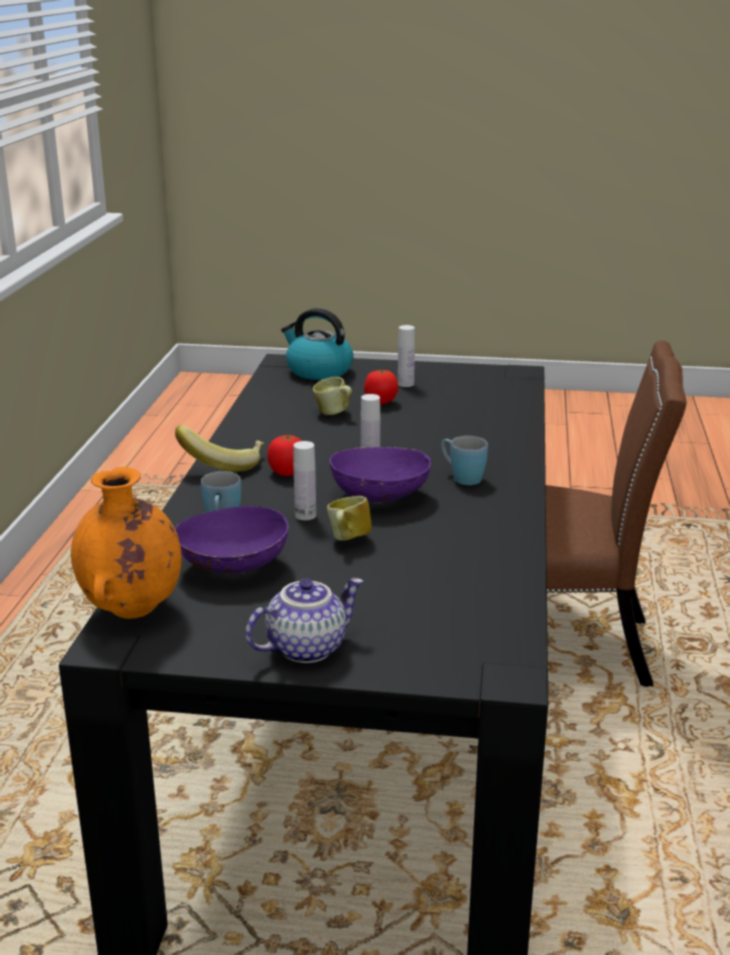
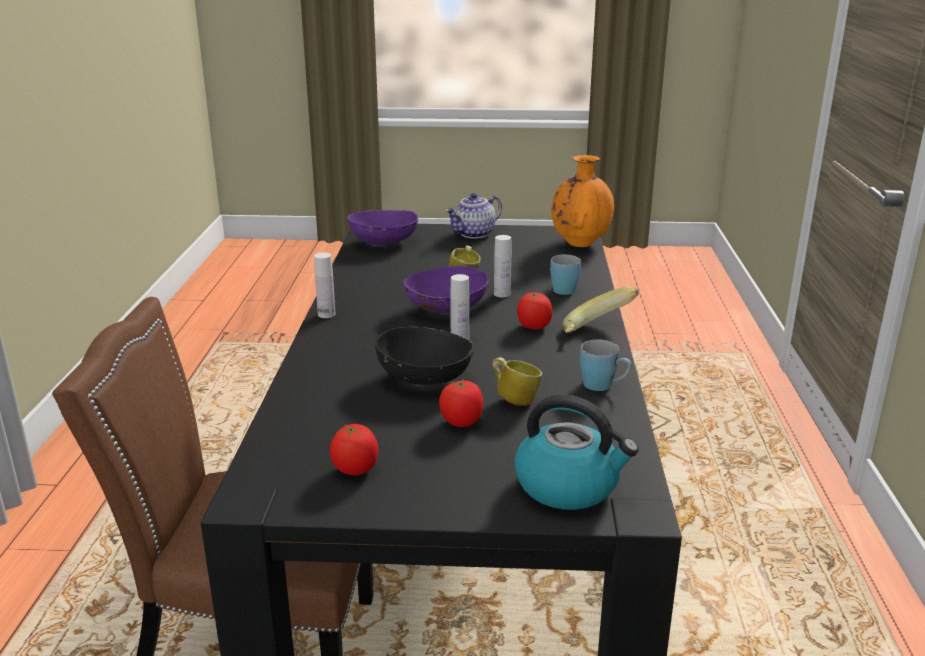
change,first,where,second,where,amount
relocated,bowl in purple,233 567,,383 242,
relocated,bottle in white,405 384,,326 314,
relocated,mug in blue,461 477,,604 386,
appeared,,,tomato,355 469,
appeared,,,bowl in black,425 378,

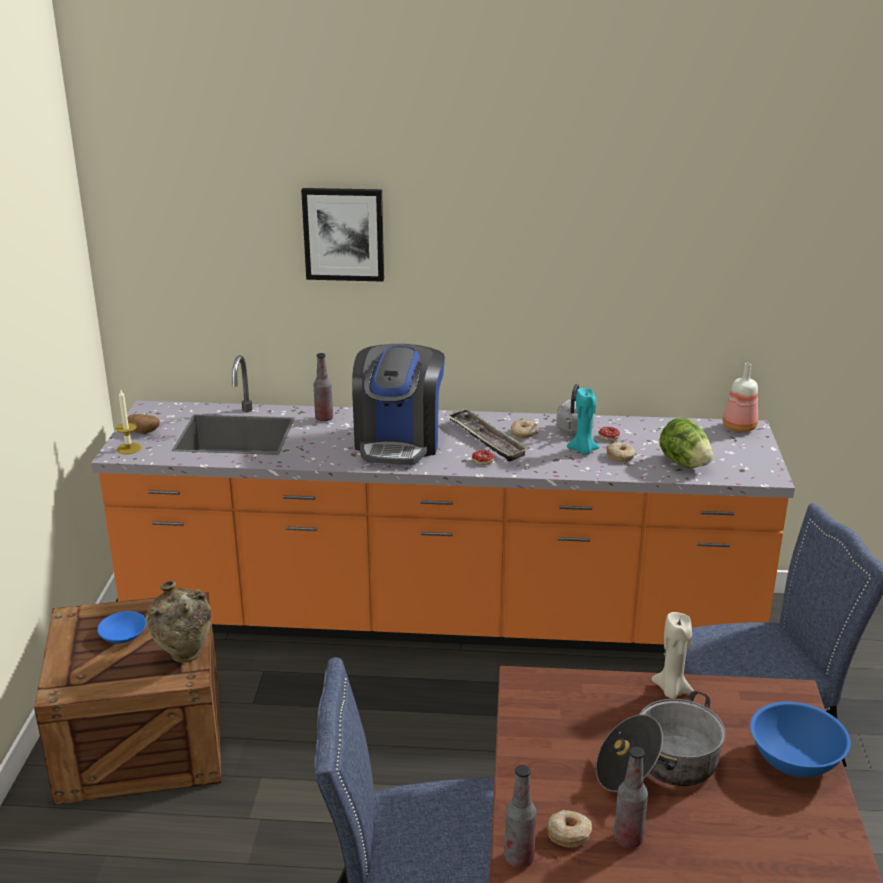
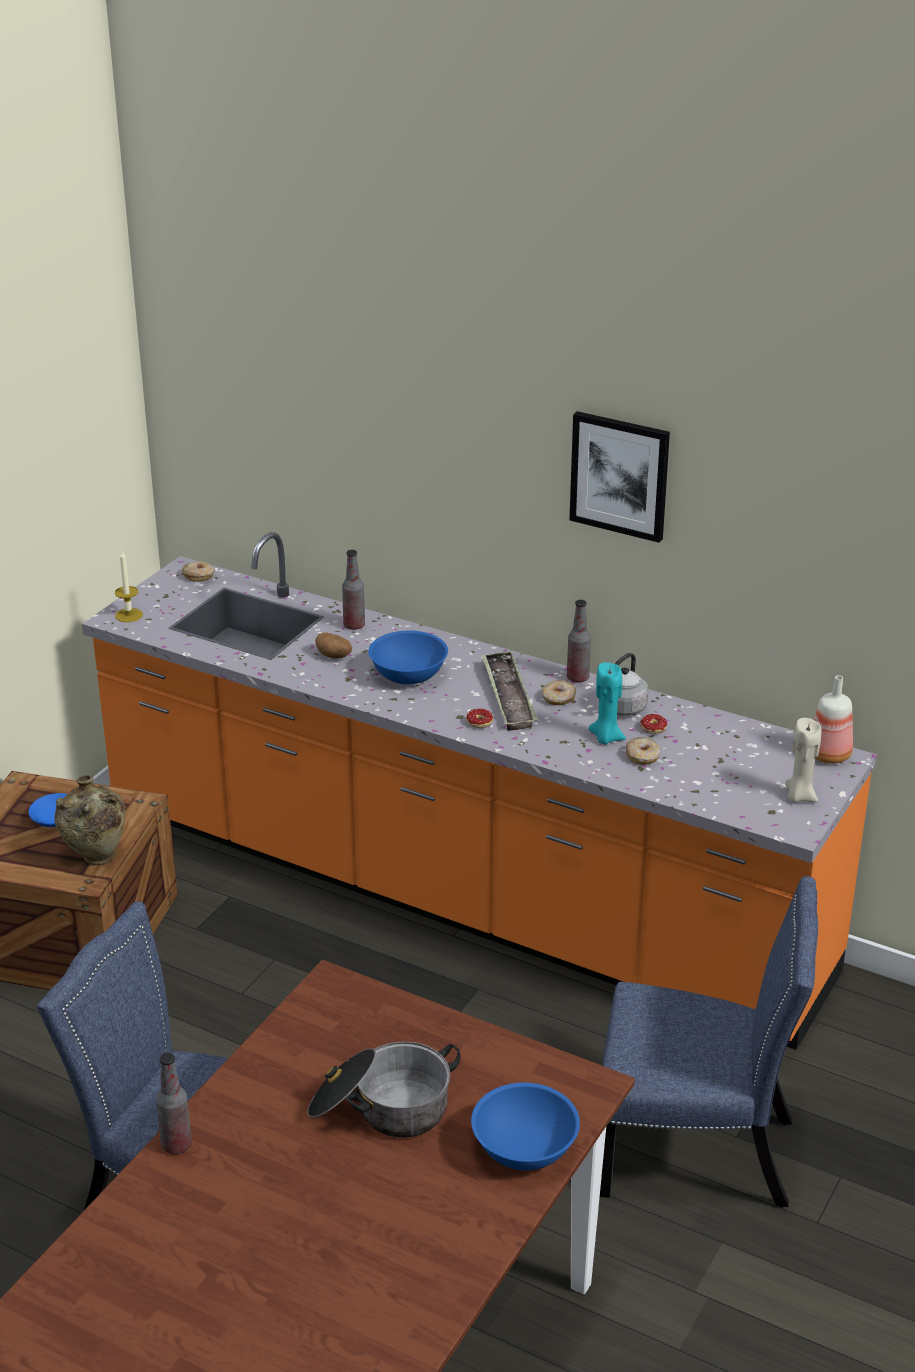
change,first,where,second,where,amount
relocated,potato,144 432,,334 656,
relocated,picture,344 234,,620 475,
exchanged,coffee machine,398 442,bowl in blue,409 675,
relocated,donut,569 834,,199 576,
relocated,bottle,628 839,,577 678,
relocated,candle in beige,671 690,,799 796,
missing,lettuce,684 463,,,

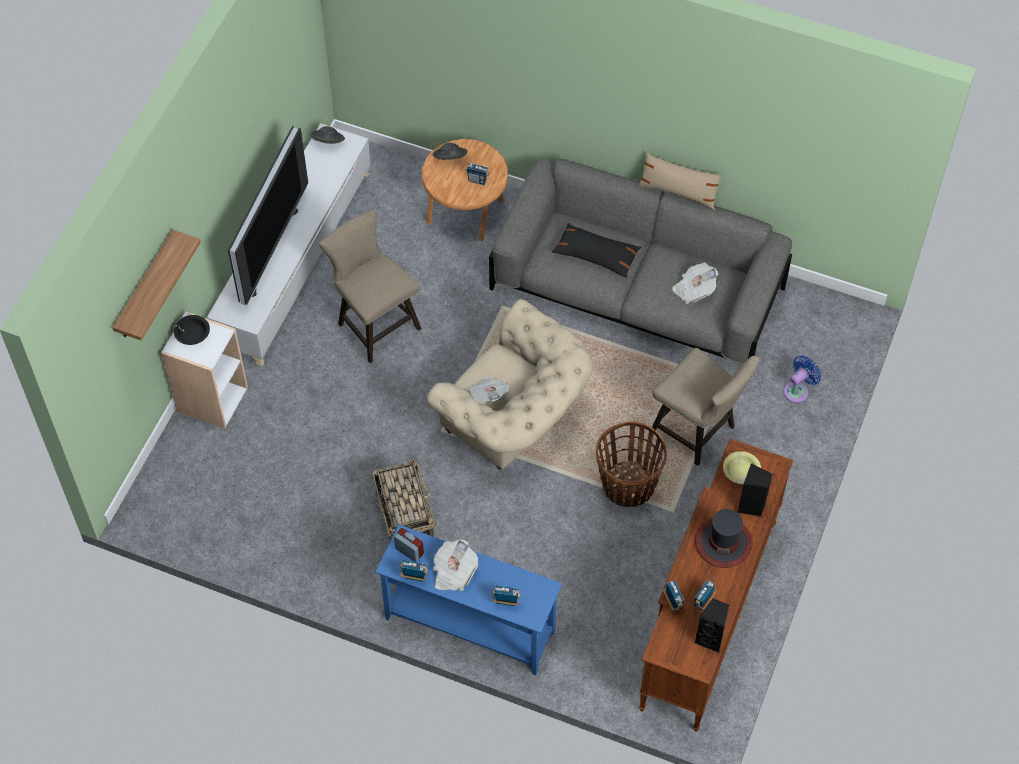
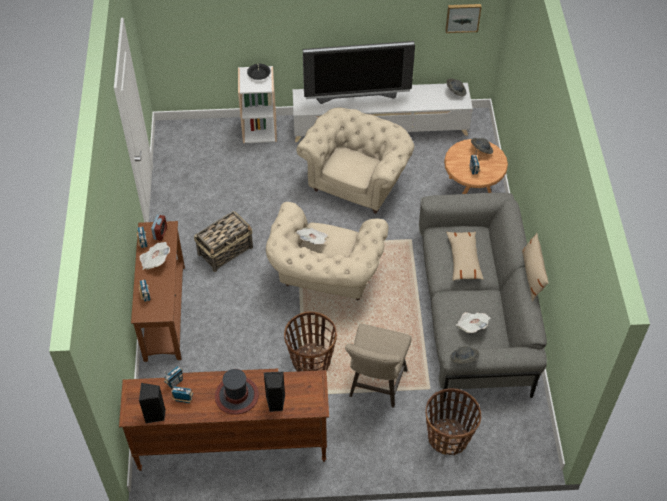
change,first,where,second,where,amount
missing,shelf,145 287,,,
exchanged,stool in beige,374 323,armchair in beige,357 181,
colour,console table in blue,469 625,console table in brown,164 312,
colour,pillow in black,596 255,pillow in beige,464 259,
missing,bowl in yellow,741 471,,,
exchanged,fan in blue,798 390,basket,448 437,
appeared,,,picture,463 17,
appeared,,,hat in grey,463 359,

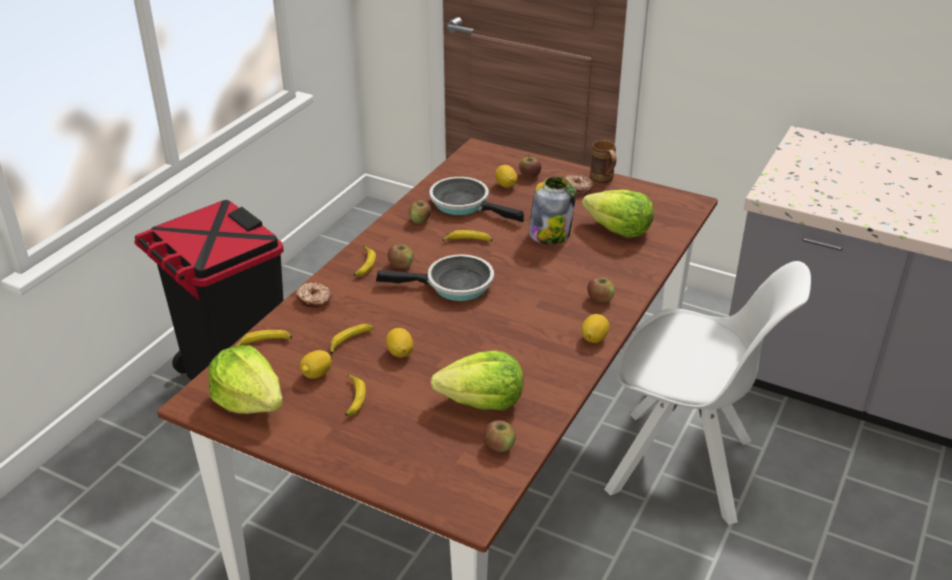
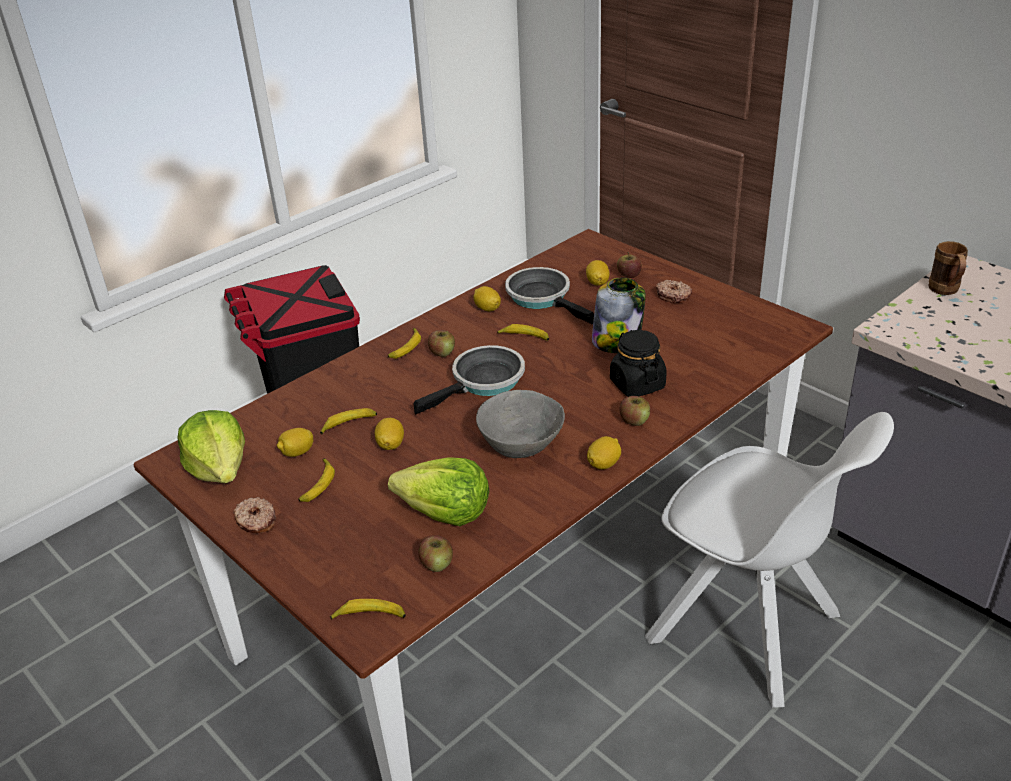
change,first,where,second,where,amount
relocated,banana,264 343,,370 616,
relocated,donut,314 300,,256 521,
spun,frying pan,453 285,,484 382,60 degrees counterclockwise
exchanged,apple,420 220,lemon,487 309,
missing,lettuce,618 230,,,
relocated,mug in brown,603 180,,945 291,
appeared,,,bowl in grey,521 446,
appeared,,,jar in black,637 384,

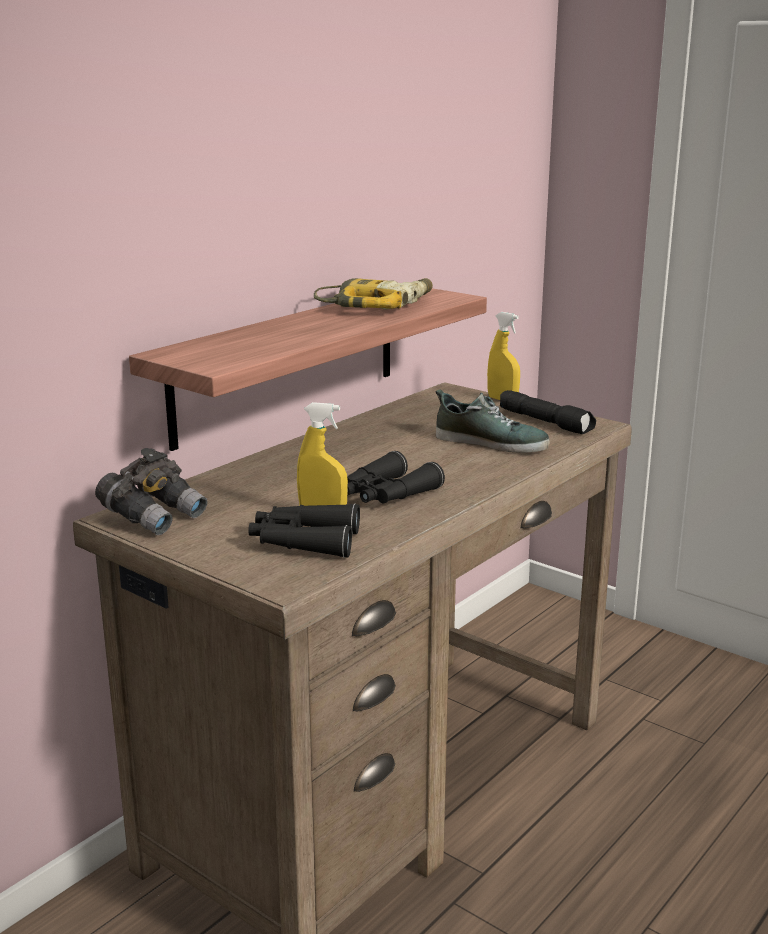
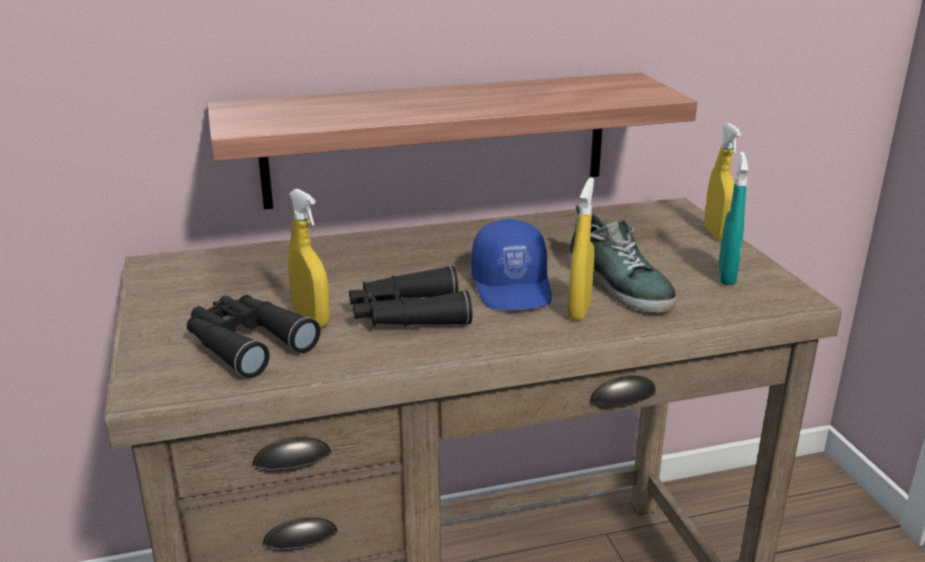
change,first,where,second,where,amount
missing,binoculars in grey,154 517,,,
missing,power drill,377 305,,,
exchanged,flashlight in black,546 422,spray bottle in turquoise,726 276,
appeared,,,cap in blue,513 287,
appeared,,,spray bottle in yellow,579 310,

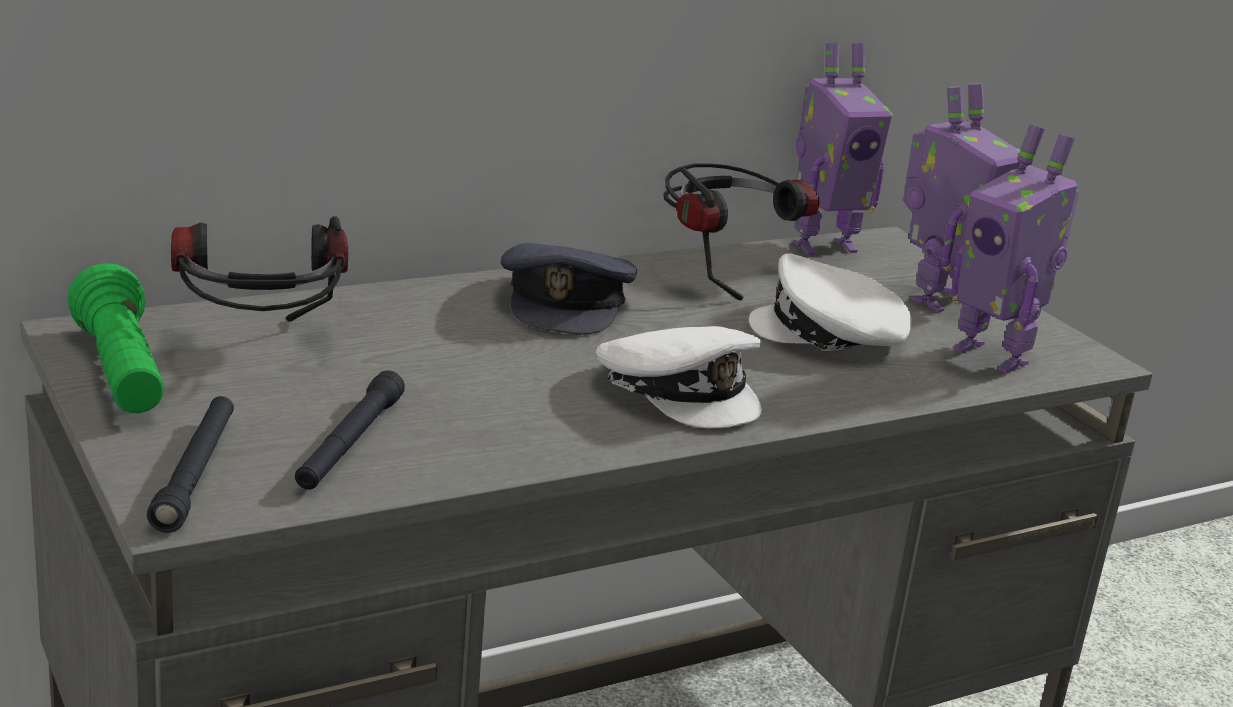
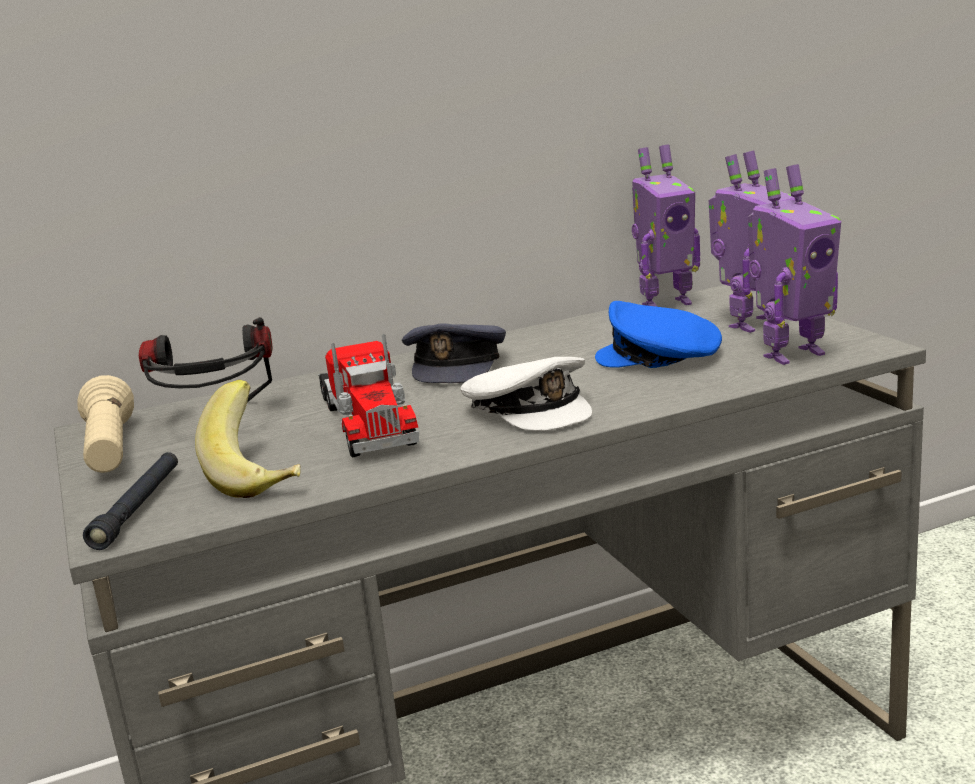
change,first,where,second,where,amount
colour,flashlight in green,121 374,flashlight in beige,110 451,
exchanged,flashlight in black,349 444,banana,262 475,
missing,headphones,721 272,,,
colour,cap in white,831 335,cap in blue,660 358,
spun,toy robot,993 356,,791 354,75 degrees counterclockwise
appeared,,,toy truck,366 421,

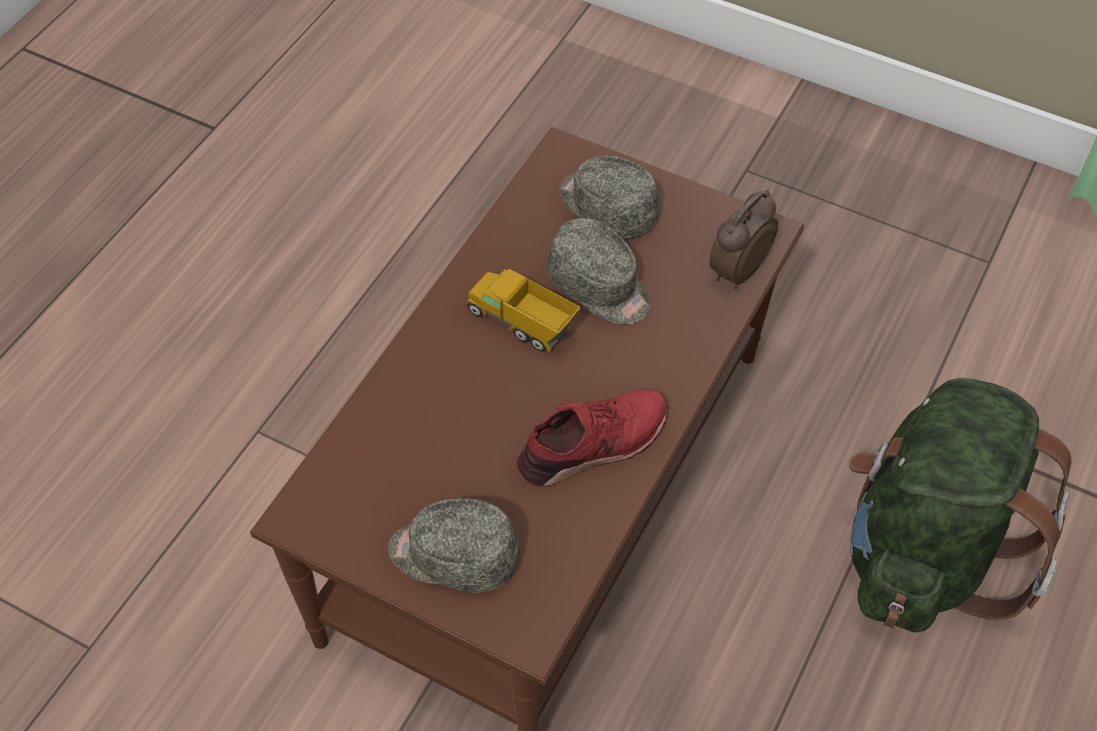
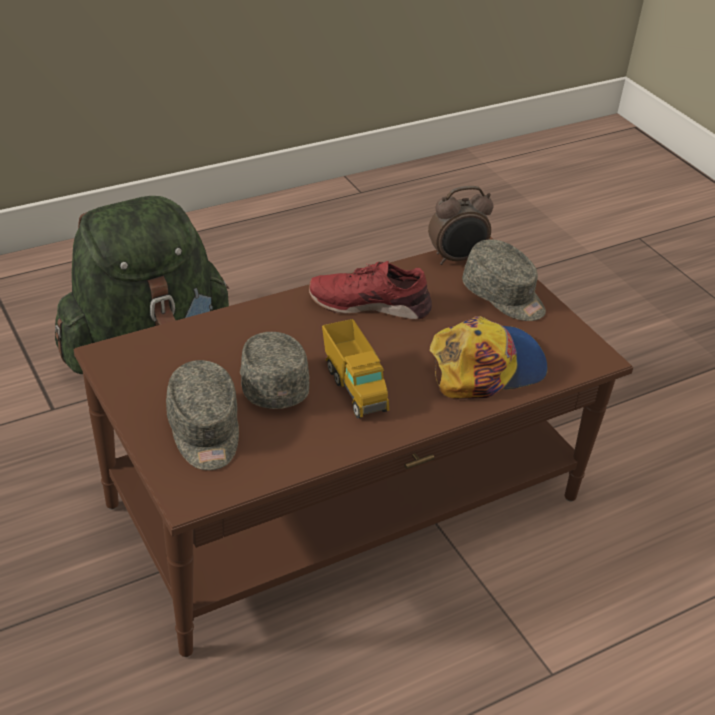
change,first,where,second,where,amount
relocated,alarm clock,737 271,,456 259,
appeared,,,cap,486 366,

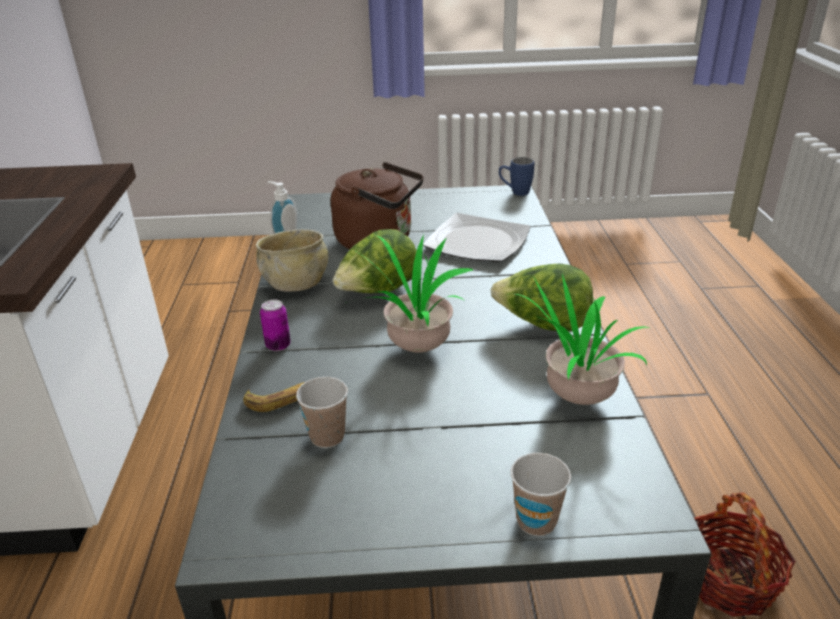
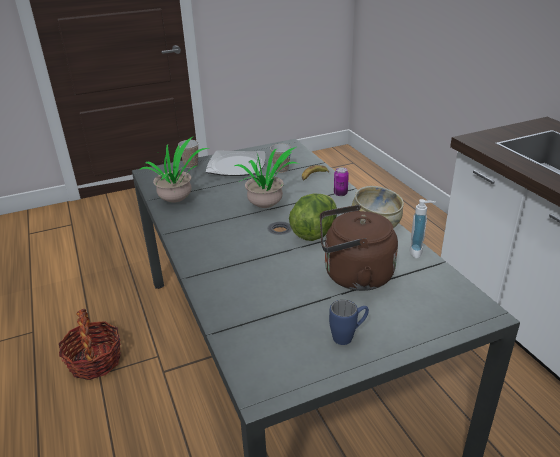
change,first,where,second,where,amount
relocated,plate,478 243,,236 165,
missing,lettuce,543 325,,,
relocated,mug in blue,515 192,,348 336,

